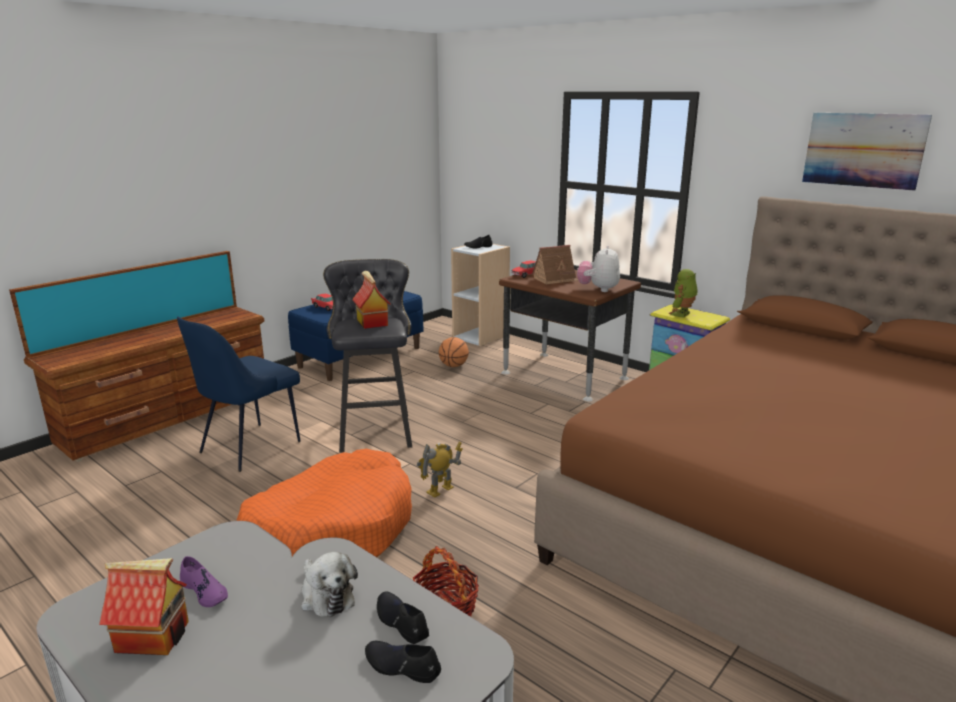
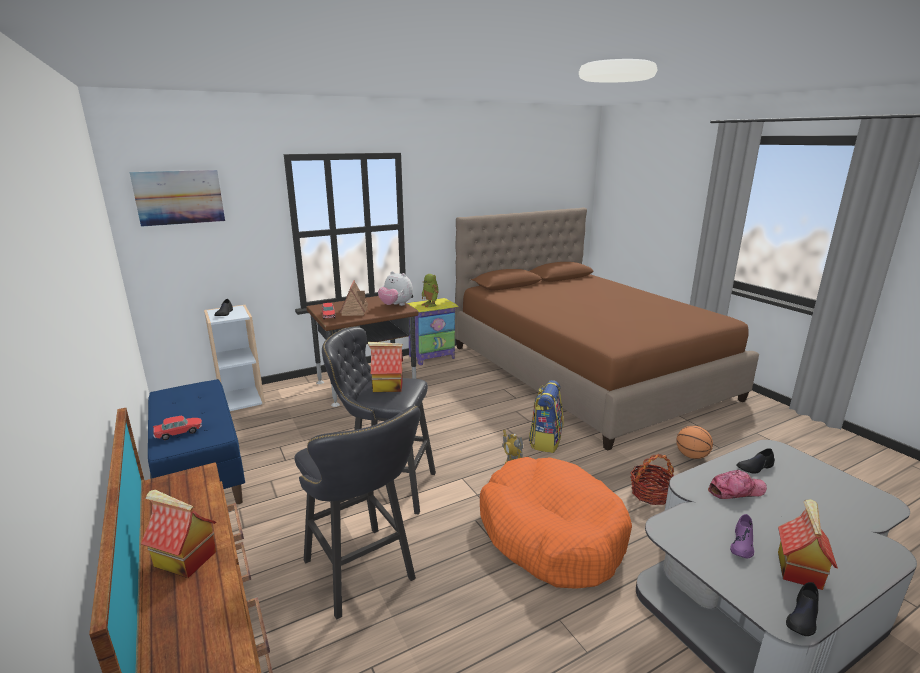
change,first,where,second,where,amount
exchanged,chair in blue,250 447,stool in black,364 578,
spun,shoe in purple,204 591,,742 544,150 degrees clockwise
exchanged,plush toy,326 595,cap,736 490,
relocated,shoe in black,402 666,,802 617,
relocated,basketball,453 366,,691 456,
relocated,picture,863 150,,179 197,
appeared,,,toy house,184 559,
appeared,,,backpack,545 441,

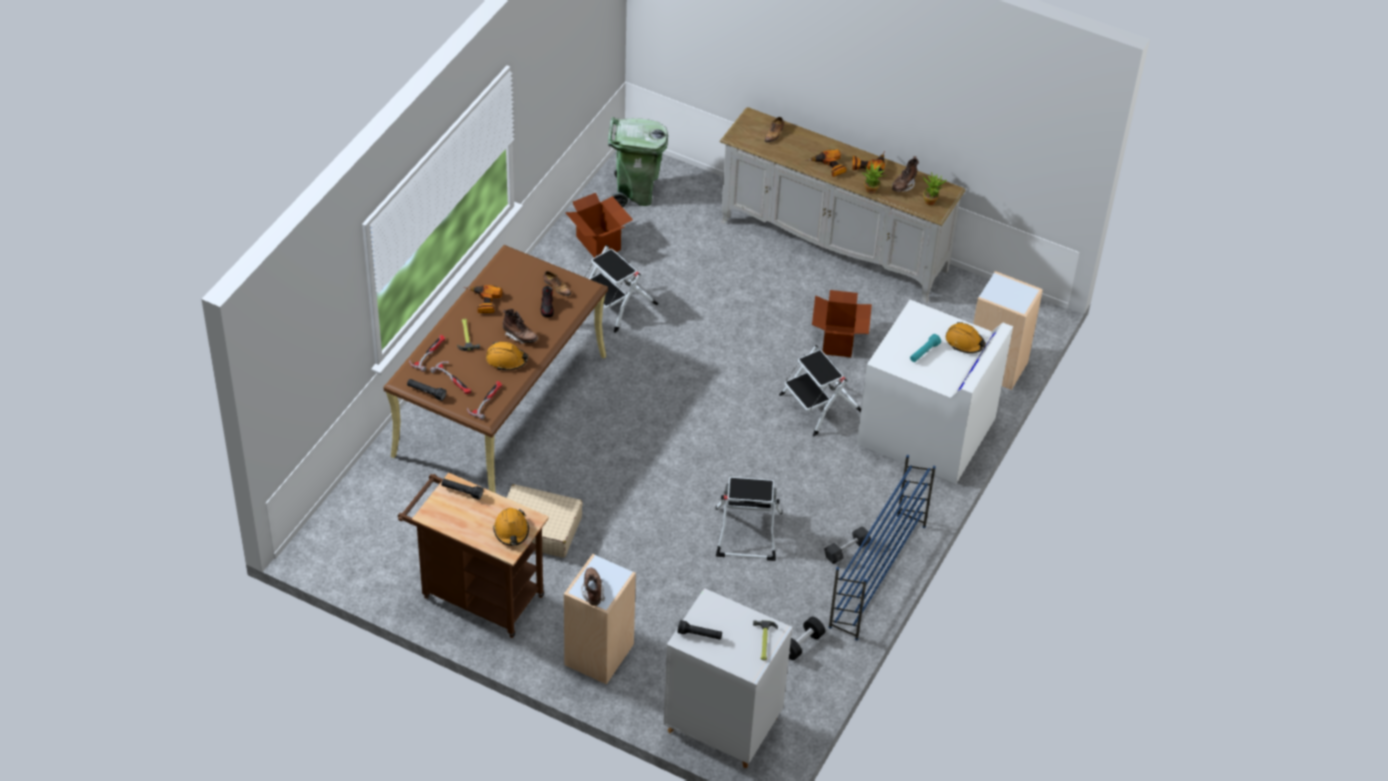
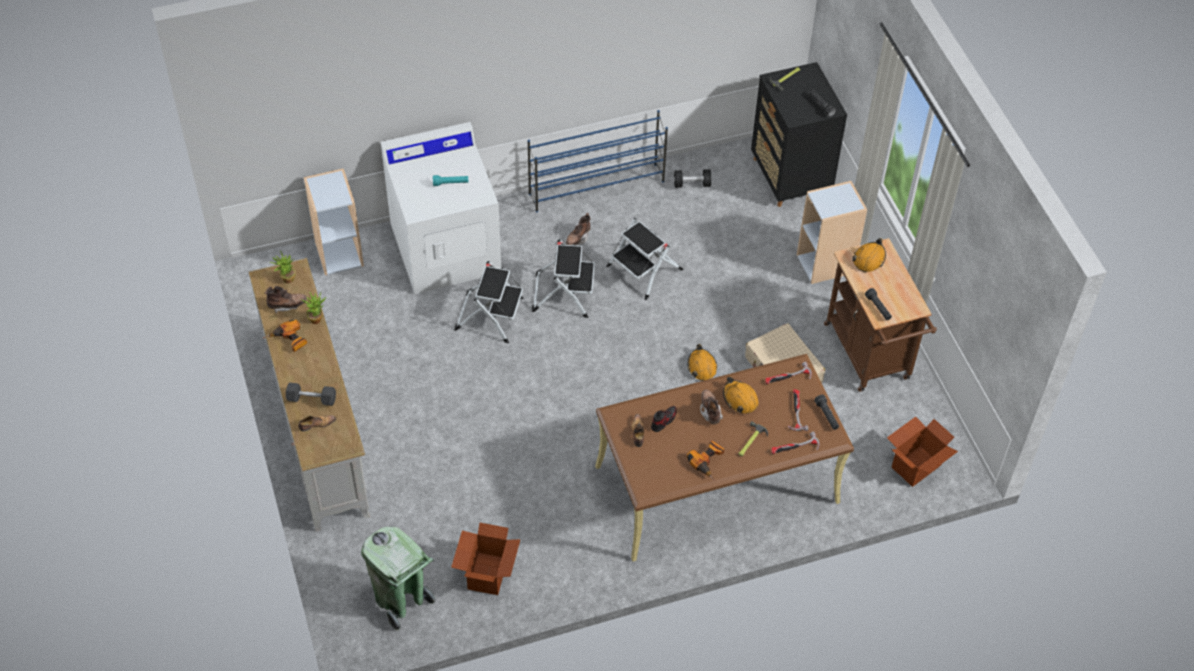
change,first,where,second,where,amount
relocated,boot in brown,592 591,,578 238,
relocated,step ladder,617 302,,563 293,
colour,dresser in white,722 723,dresser in black,790 177,
missing,power drill,828 167,,,
relocated,cardboard box,839 341,,915 466,
relocated,dumbbell in grey,847 550,,311 399,
relocated,hard hat in orange,964 342,,701 367,

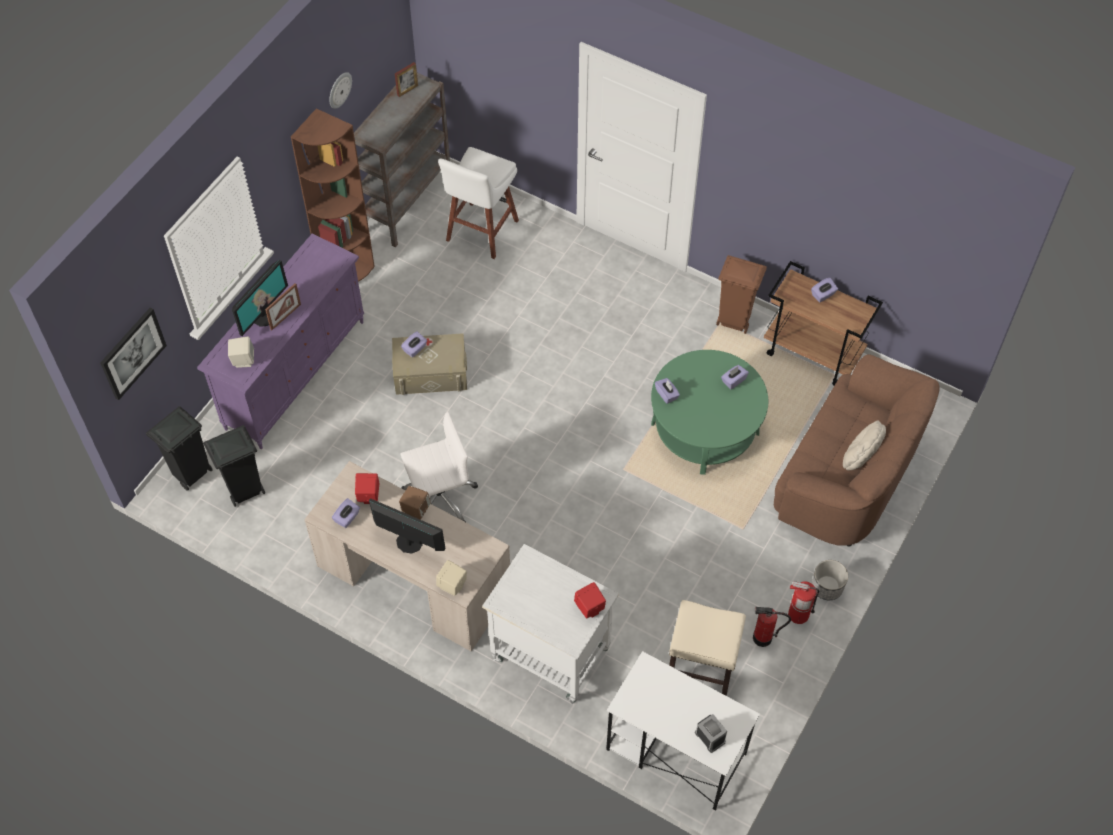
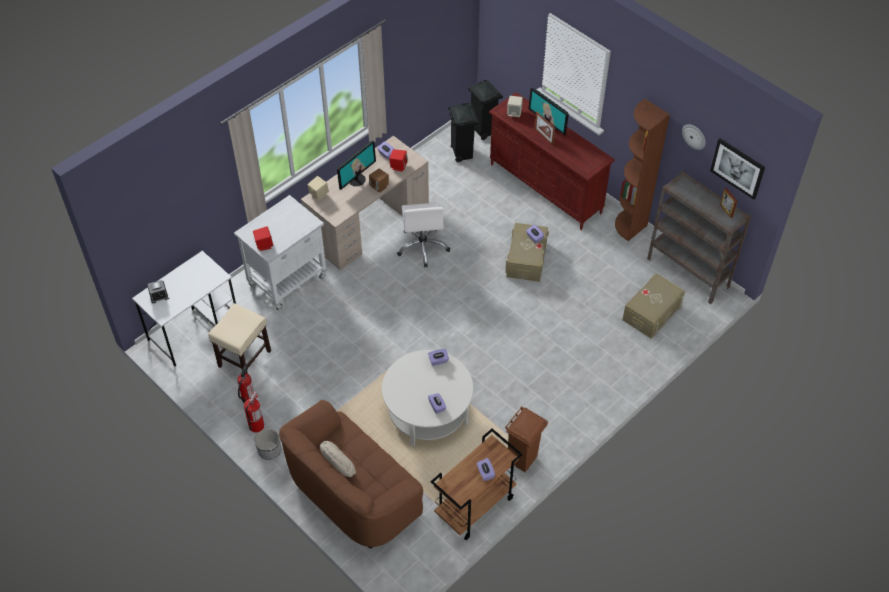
change,first,where,second,where,amount
relocated,picture,132 353,,737 168,
colour,dresser in purple,295 375,dresser in red,545 188,
exchanged,stool in white,481 232,storage box in beige,652 312,
colour,coffee table in green,705 428,coffee table in white,428 411,

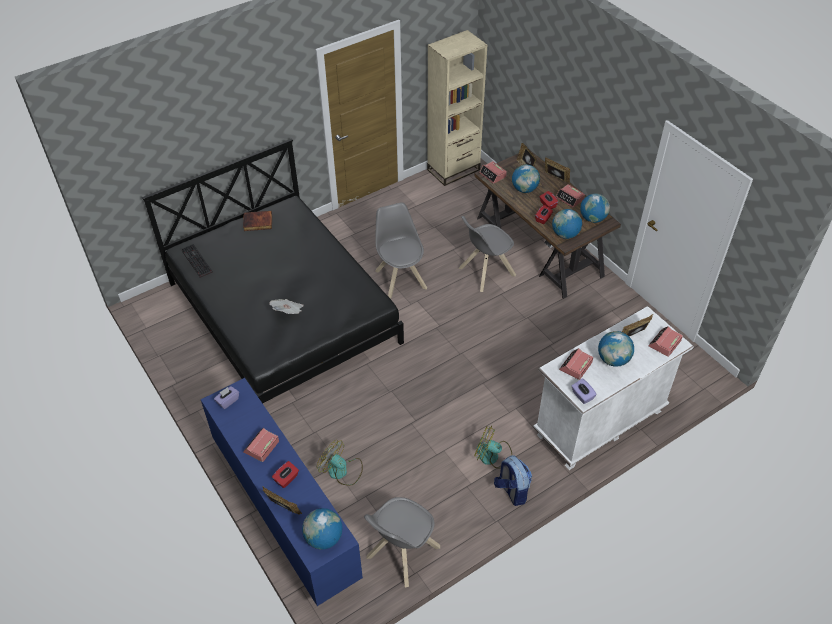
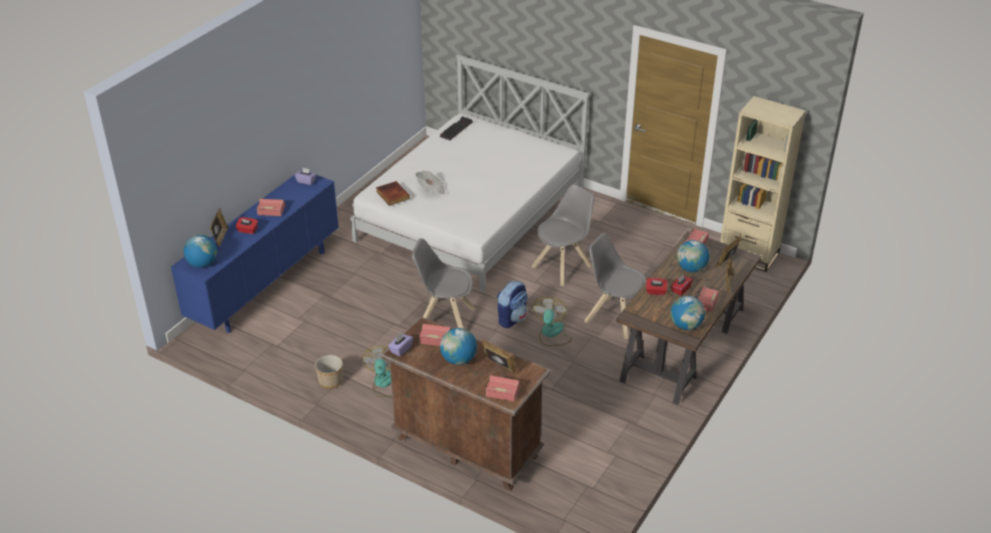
change,first,where,second,where,amount
colour,bed in black,282 313,bed in white,470 214,
relocated,book,257 222,,392 195,
relocated,fan,342 471,,551 334,
relocated,chair in grey,401 553,,444 318,
relocated,backpack,511 491,,512 319,
colour,dresser in white,599 423,dresser in brown,466 446,
missing,globe,565 234,,,
appeared,,,planter,330 381,

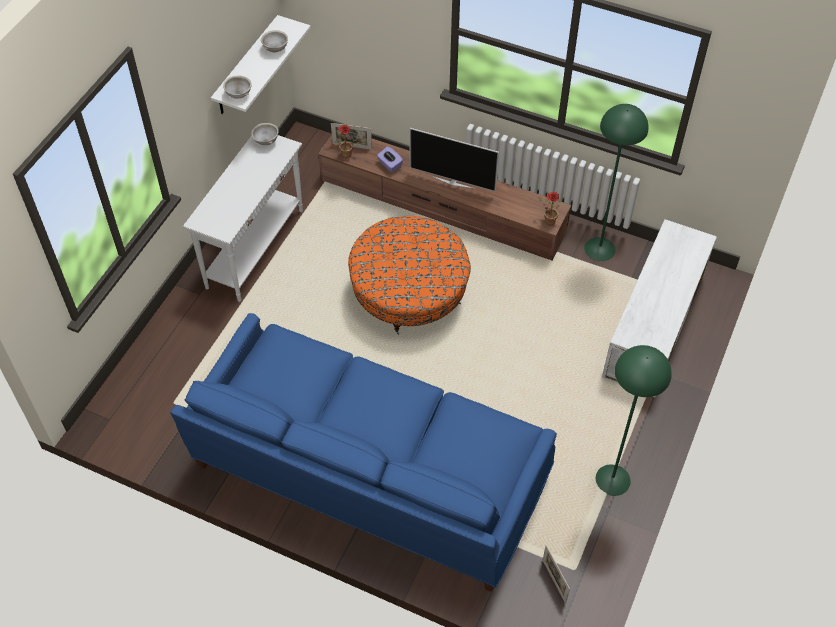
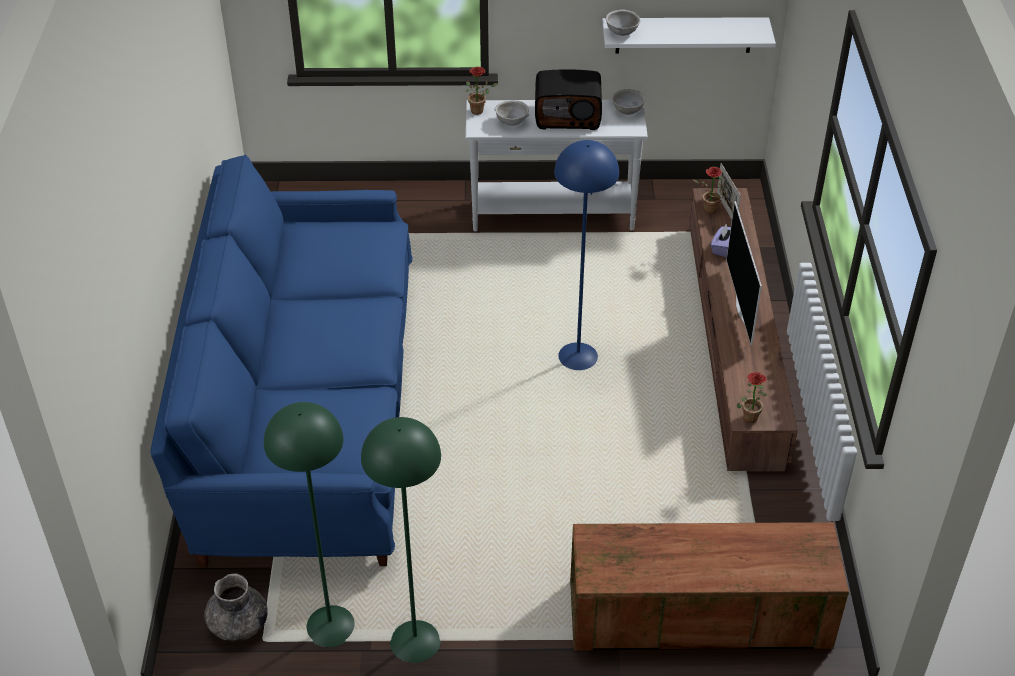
change,first,where,second,where,amount
relocated,bowl in grey,275 49,,511 122,
exchanged,ottoman in orange,409 293,floor lamp in blue,578 357,
exchanged,picture frame,554 581,vase in grey,238 624,
relocated,floor lamp in green,599 249,,330 625,
colour,bench in white,655 325,bench in brown,697 616,
appeared,,,potted plant,480 110,
appeared,,,radio,568 116,

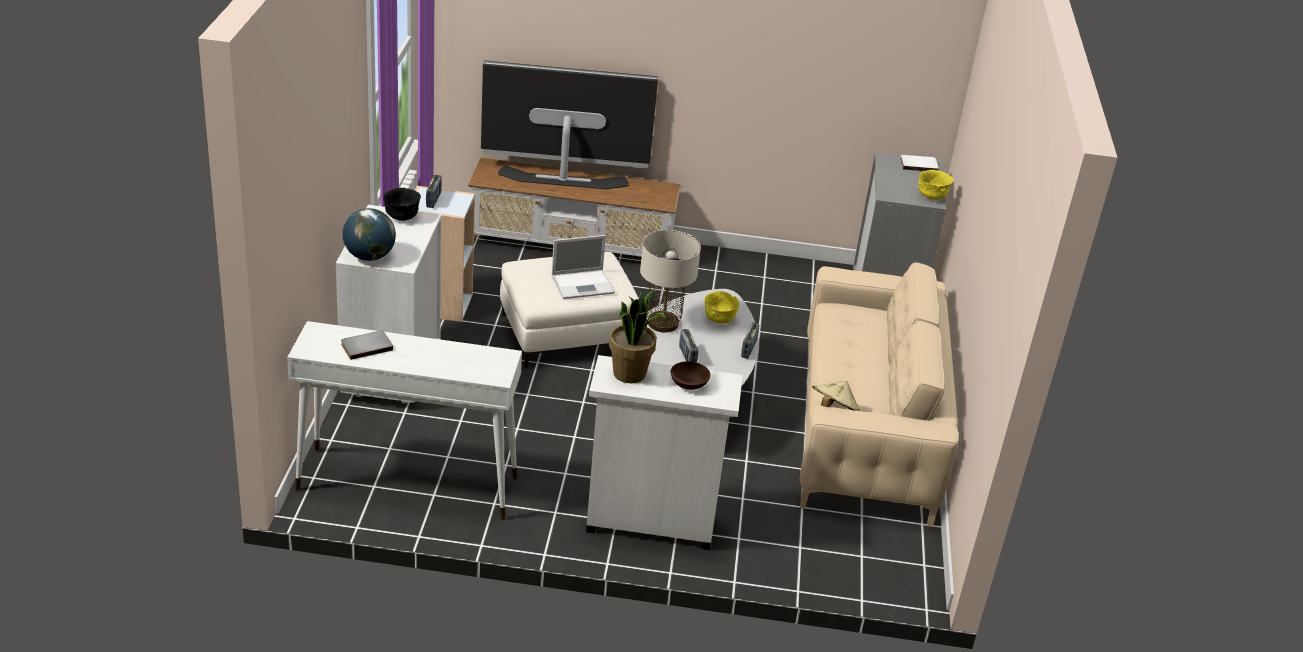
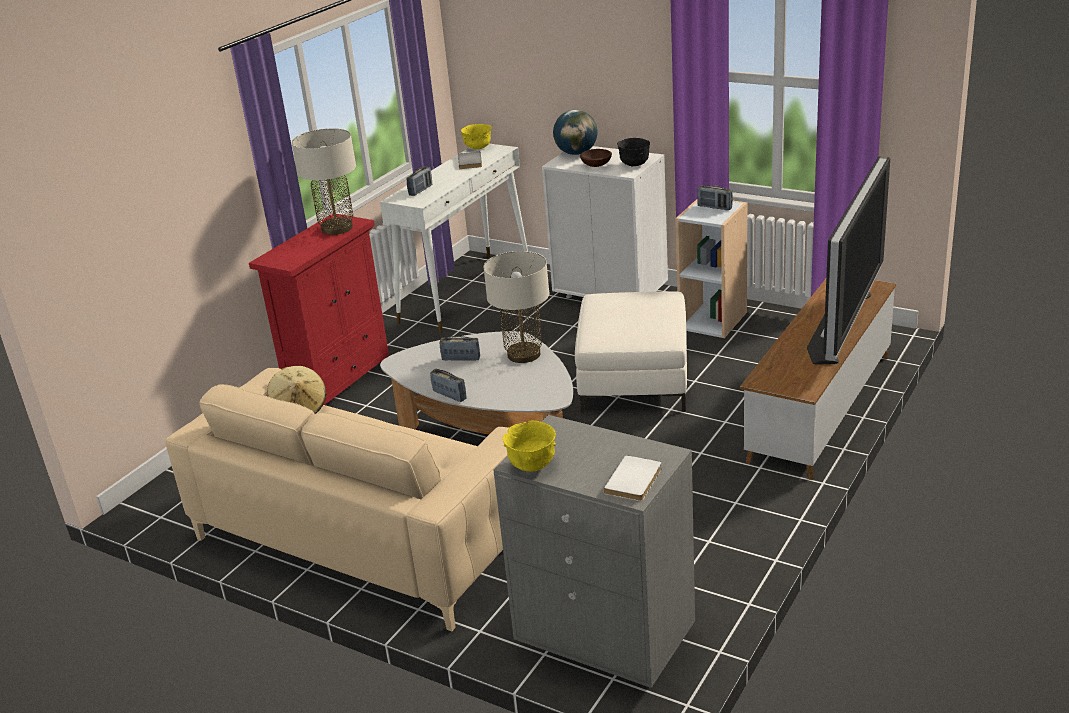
change,first,where,second,where,amount
missing,laptop,584 284,,,
colour,cabinet in white,649 524,cabinet in red,339 382,
exchanged,potted plant,630 374,table lamp,337 228,
relocated,bowl in brown,689 384,,596 165,
relocated,bowl in yellow,719 320,,478 148,
appeared,,,radio,420 190,

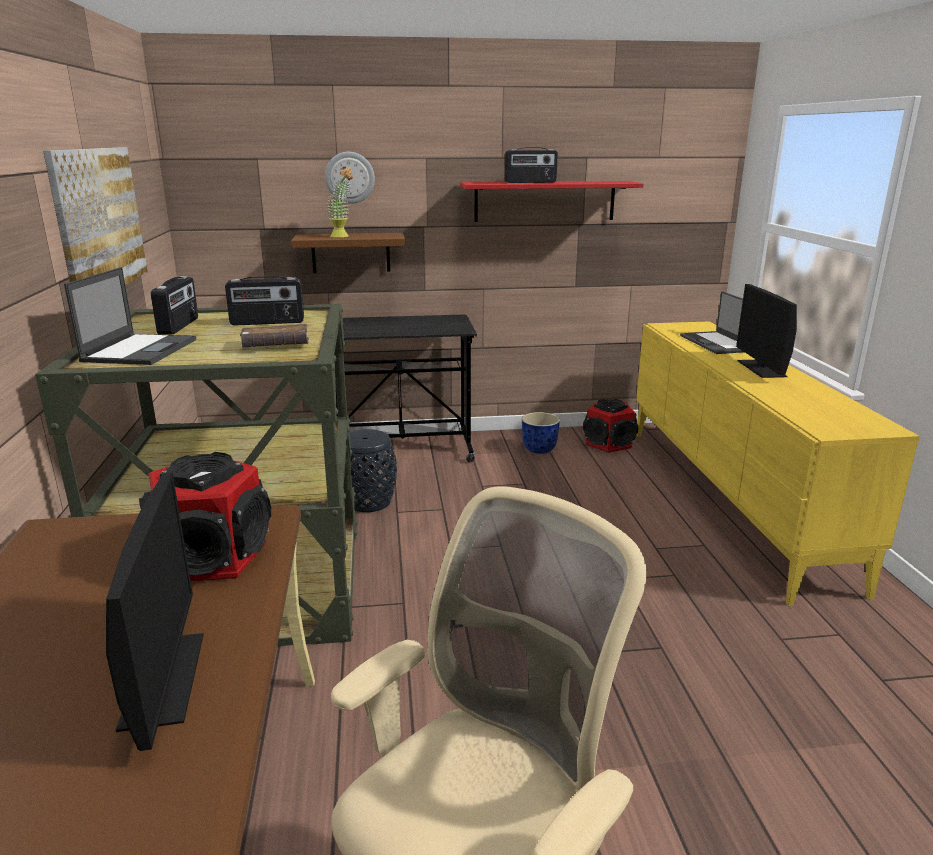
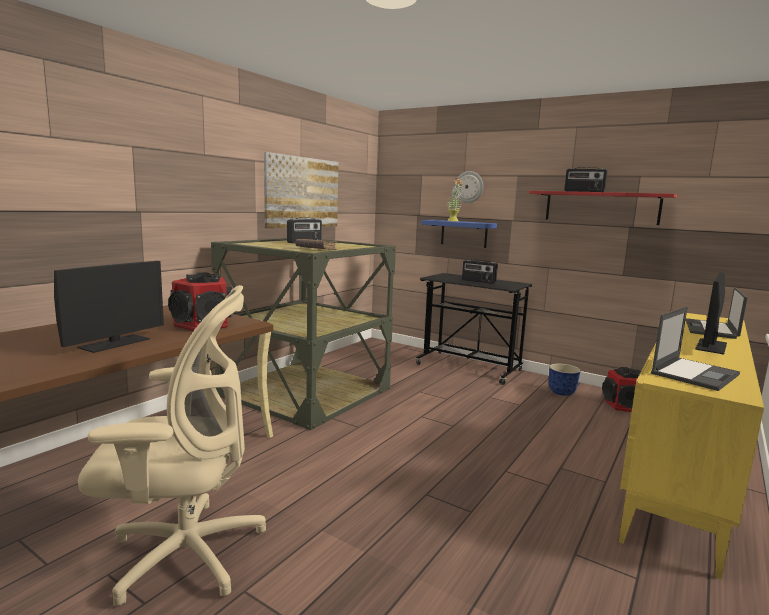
change,first,where,second,where,amount
relocated,laptop,141 350,,695 373,
relocated,radio,267 322,,478 281,
colour,shelf in brown,351 253,shelf in blue,464 233,
missing,stool in black,368 502,,,

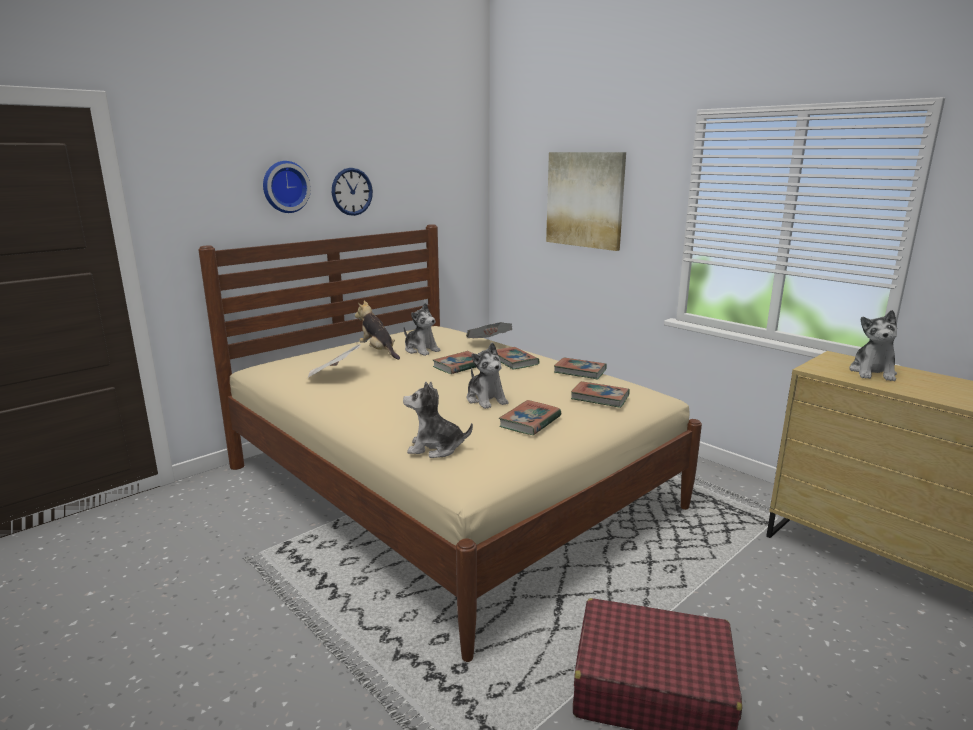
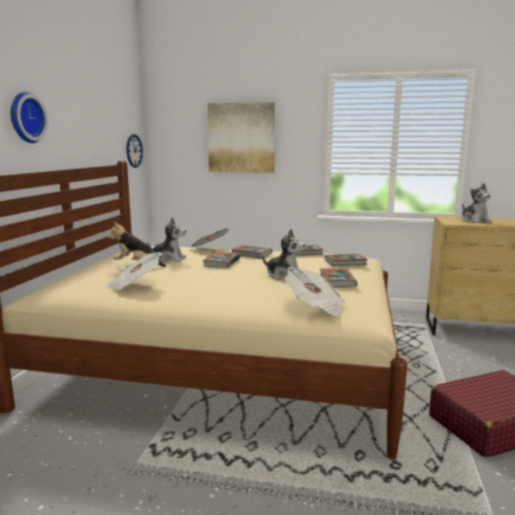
change,first,where,second,where,amount
relocated,wall clock,352 191,,134 151,
exchanged,plush toy,435 448,newspaper,315 307,

